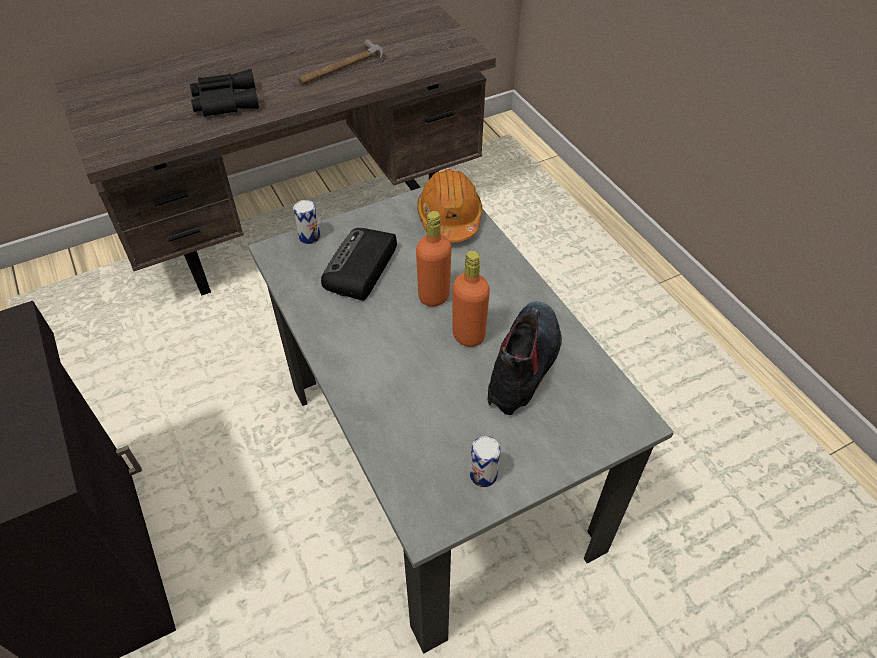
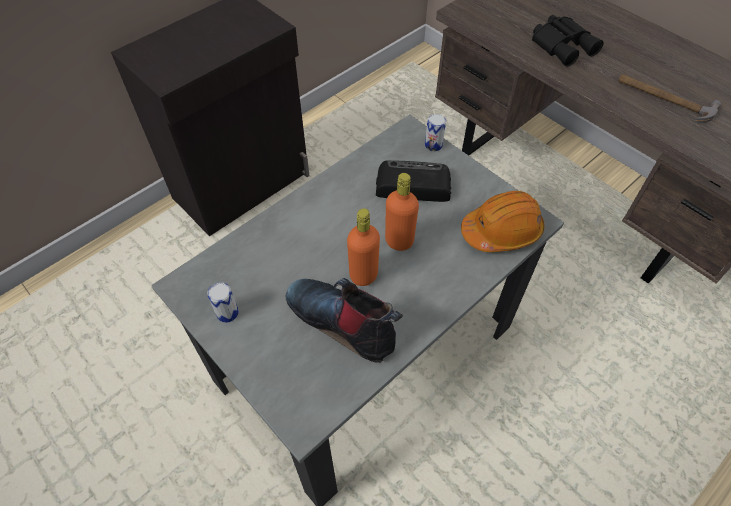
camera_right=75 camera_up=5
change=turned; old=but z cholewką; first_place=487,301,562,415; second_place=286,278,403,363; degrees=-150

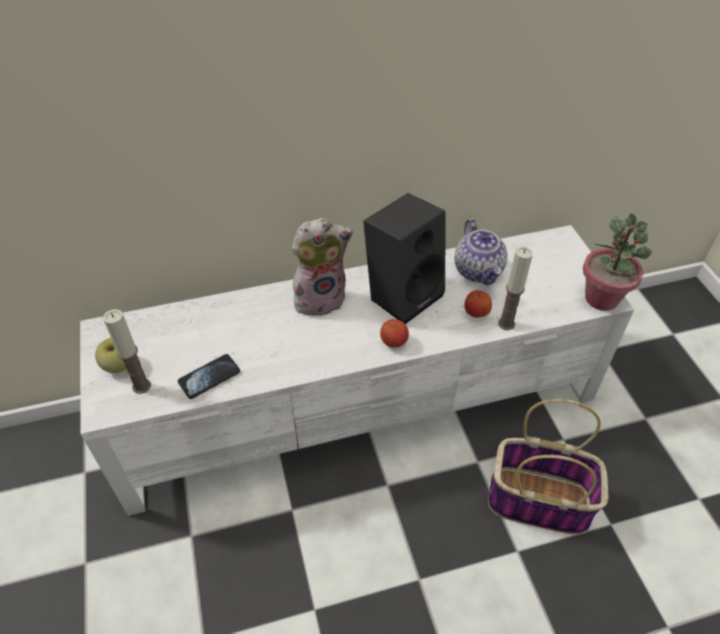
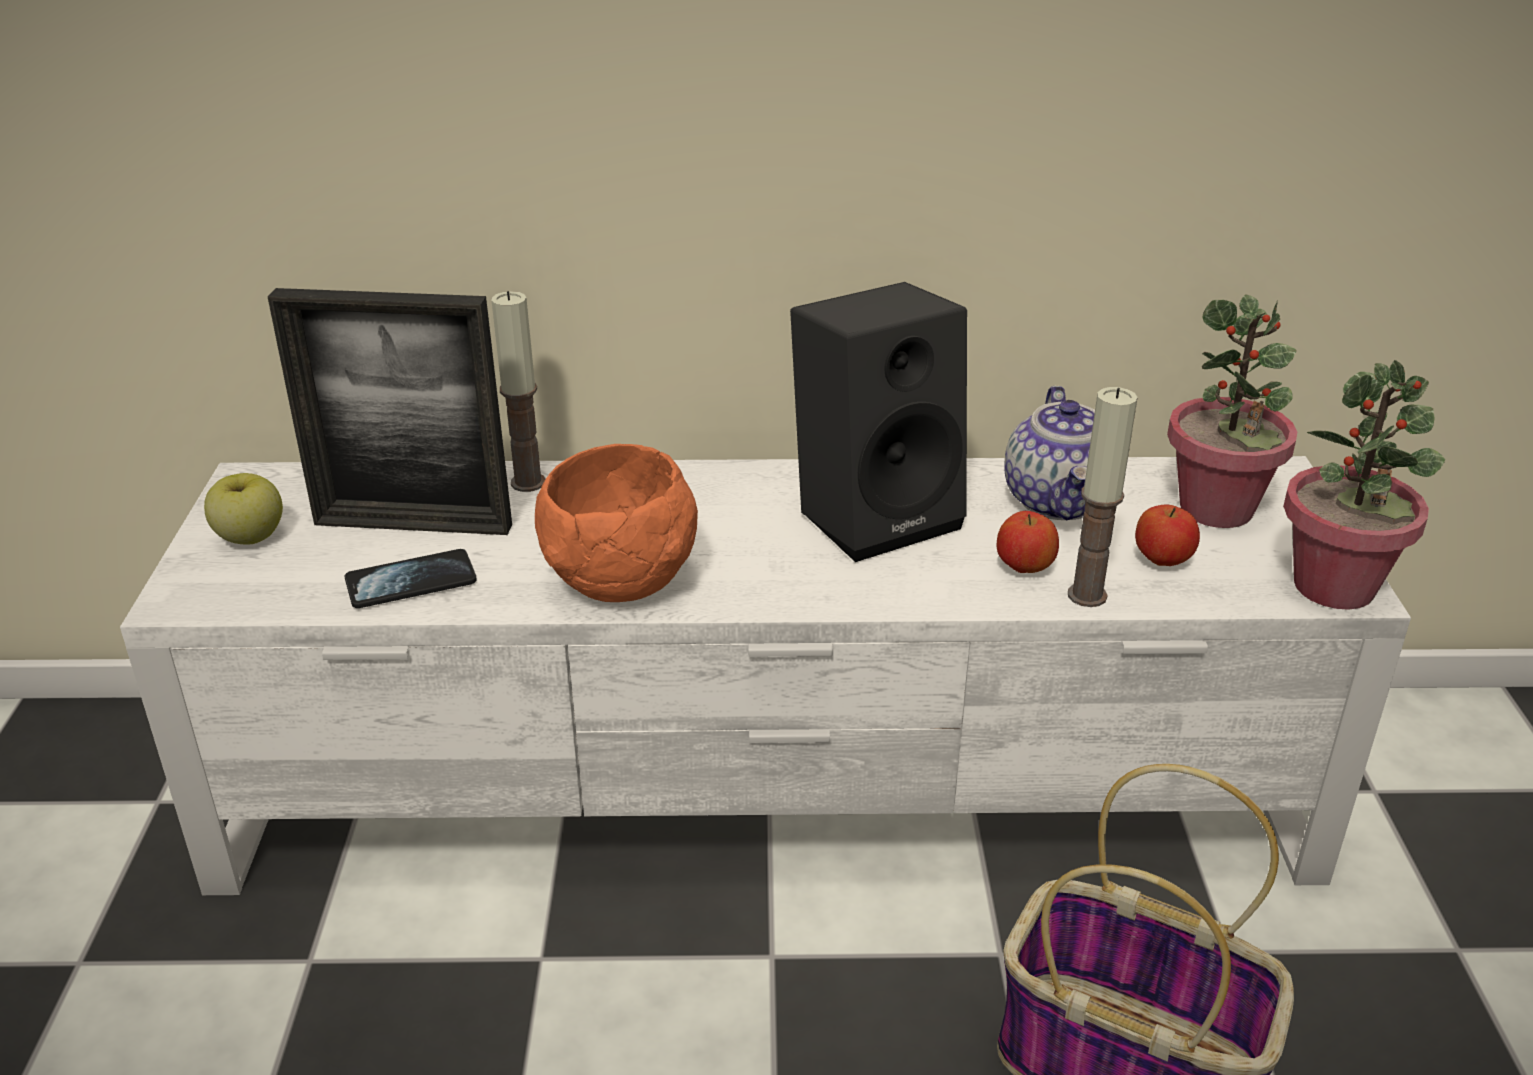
camera_right=15 camera_up=-15
change=moved; old=świeca; first_place=103,309,151,394; second_place=492,291,545,492
change=removed; old=pluszak; first_place=292,218,353,316
change=moved; old=jabłko; first_place=380,319,409,348; second_place=1135,504,1200,566
change=added; new=ramka na zdjęcie; second_place=268,288,512,535
change=added; new=miska [pomarańczowy]; second_place=535,444,698,602
change=added; new=roślina doniczkowa; second_place=1167,295,1297,528

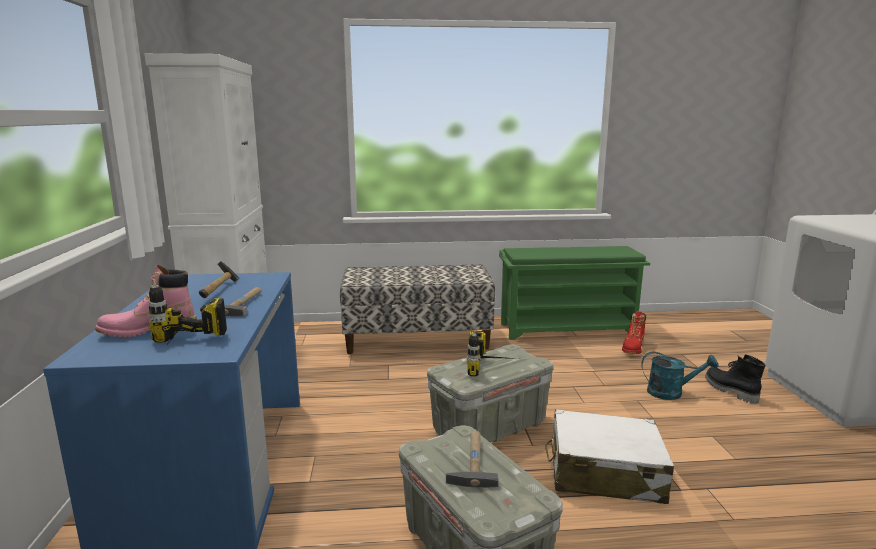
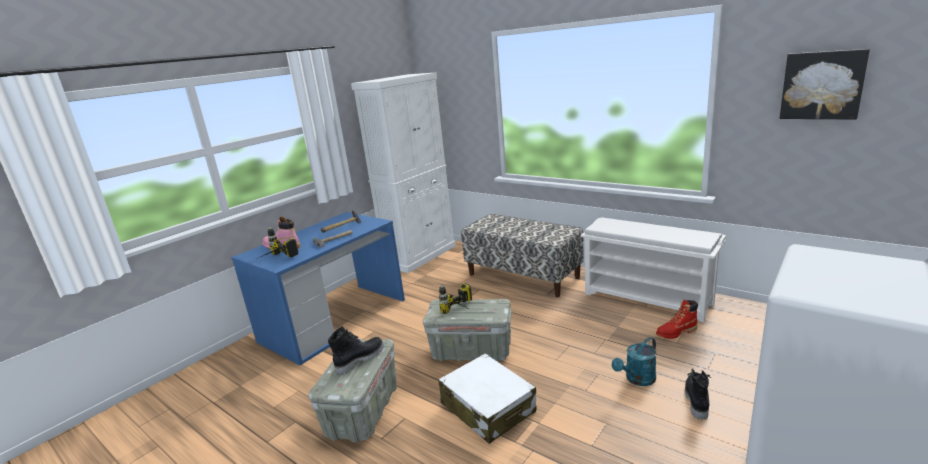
camera_right=45 camera_up=5
change=replaced; old=młotek; new=but z cholewką [czarny]; first_place=446,431,499,488; second_place=328,326,384,375
change=recoloured; old=regał na buty [zielony]; new=regał na buty [biały]; first_place=499,246,650,340; second_place=581,217,726,322
change=turned; old=konewka [turkusowy]; first_place=641,351,719,400; second_place=612,337,656,386; degrees=90
change=added; new=obraz; second_place=780,49,870,120

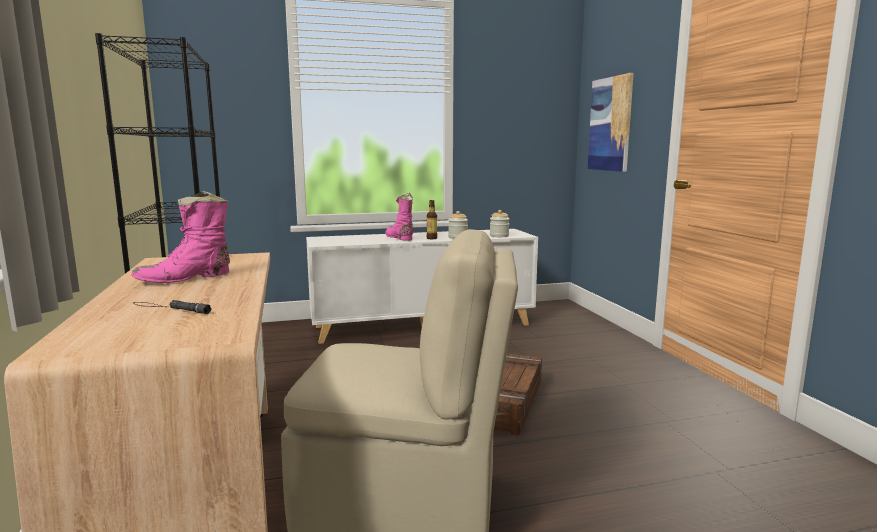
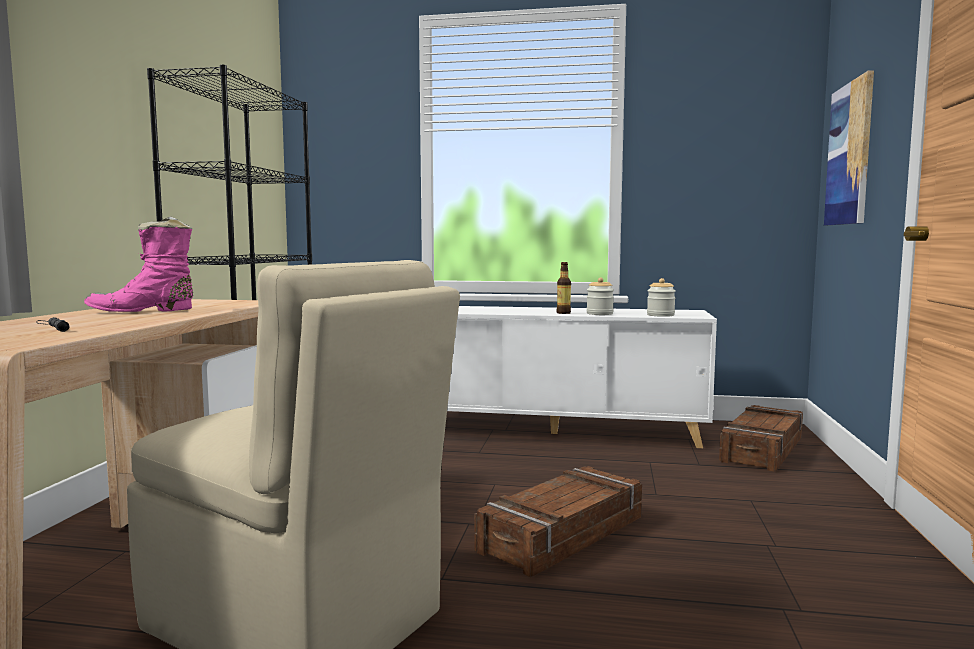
camera_right=25 camera_up=-5
change=removed; old=but z cholewką [różowy]; first_place=385,193,413,241
change=added; new=skrzynka; second_place=719,405,803,471

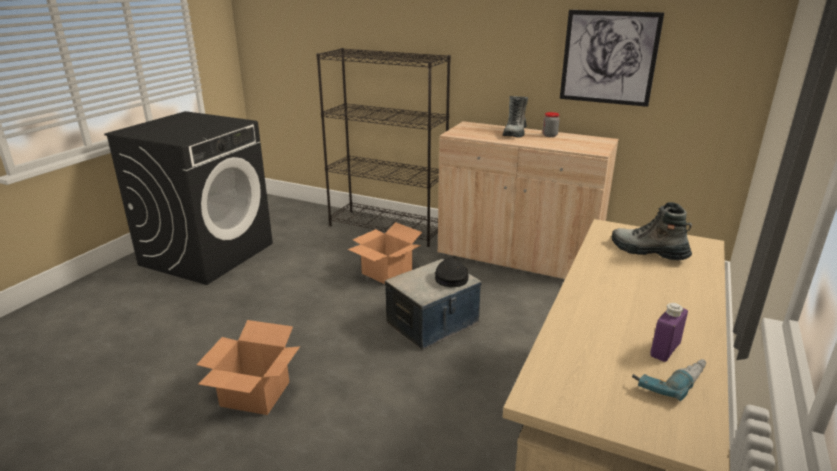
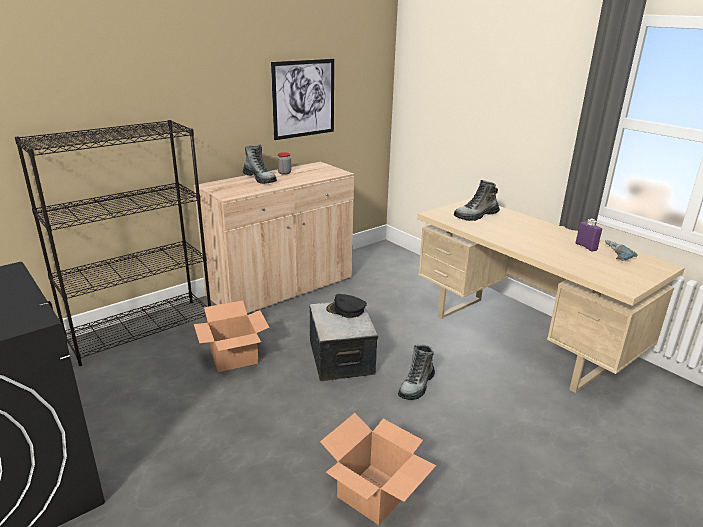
camera_right=-65 camera_up=0
change=added; new=but z cholewką; second_place=398,345,435,400

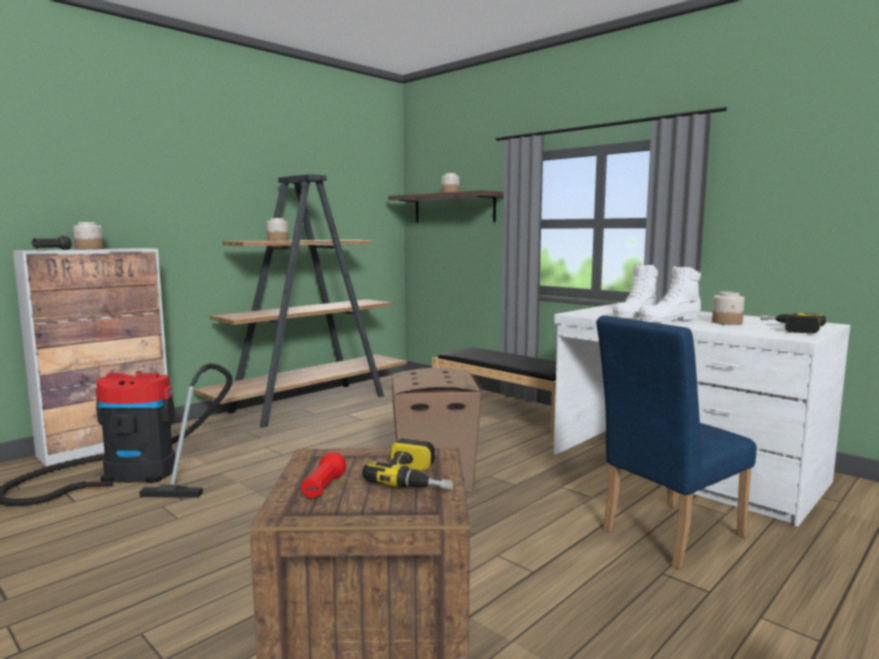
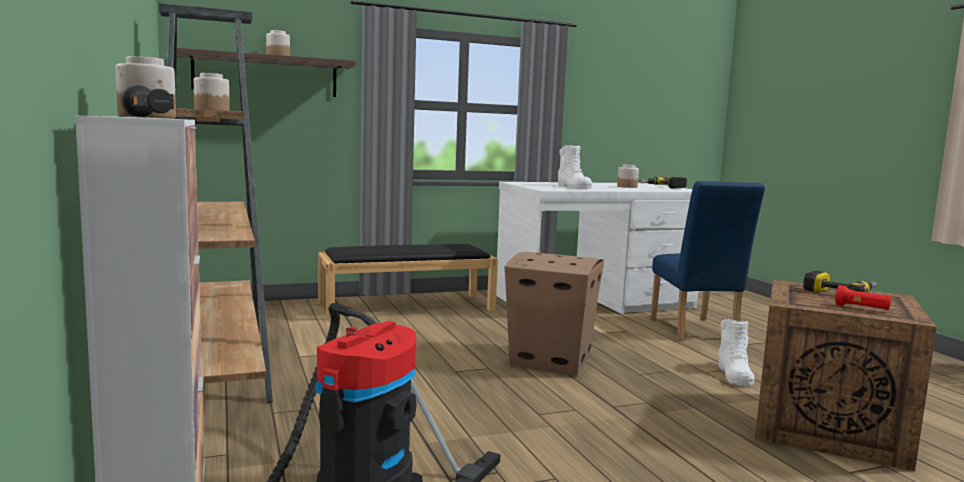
camera_right=-65 camera_up=0
change=moved; old=but z cholewką [biały]; first_place=639,266,701,322; second_place=718,318,755,386

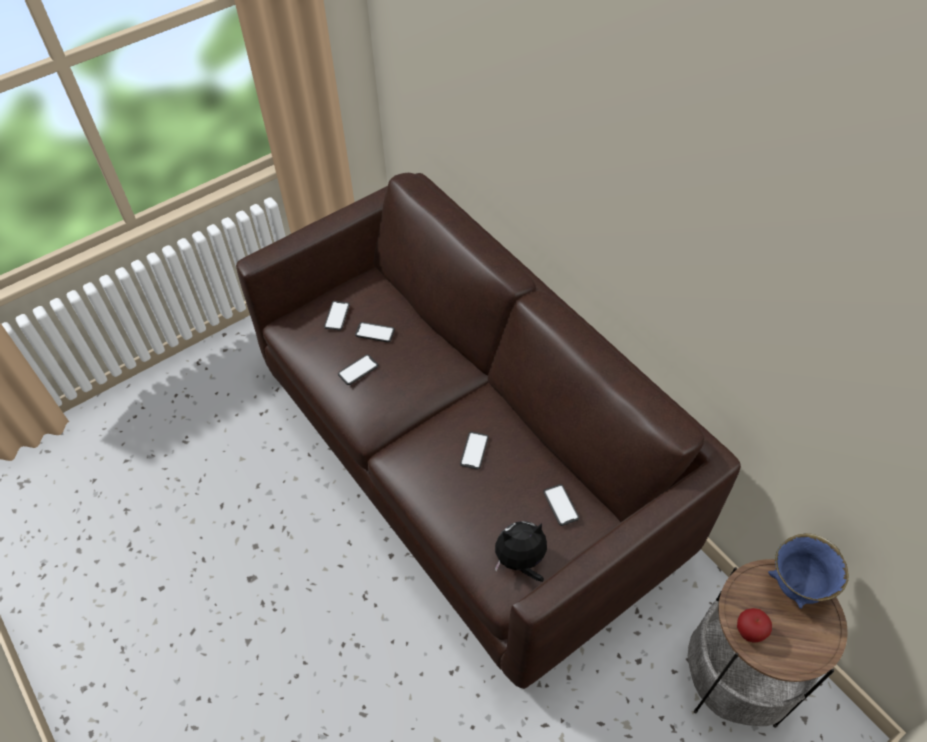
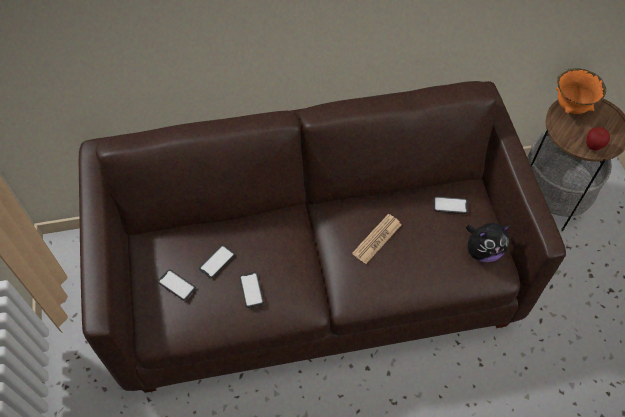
camera_right=-65 camera_up=5
change=replaced; old=telefon; new=gazeta; first_place=460,432,489,470; second_place=352,214,402,264
change=turned; old=pluszak; first_place=495,521,547,582; second_place=466,223,511,262; degrees=-120
change=recoloured; old=miska [niebieski]; new=miska [pomarańczowy]; first_place=768,533,849,609; second_place=556,68,606,114

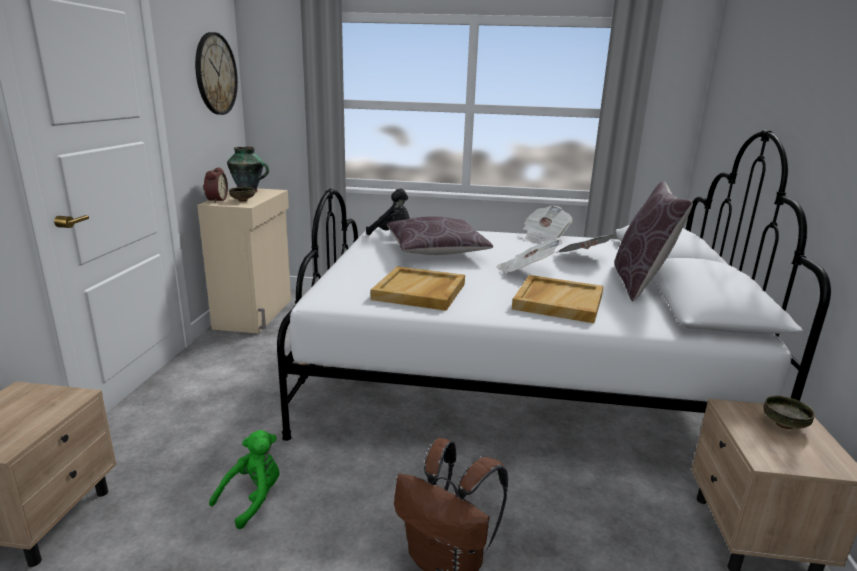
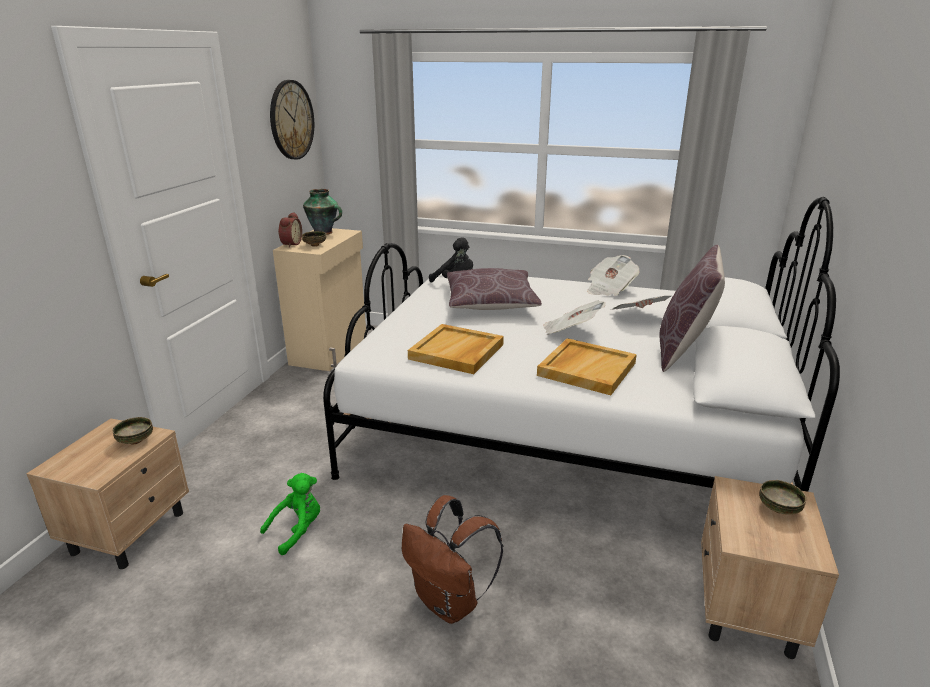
camera_right=10 camera_up=5
change=added; new=miska; second_place=113,417,153,445

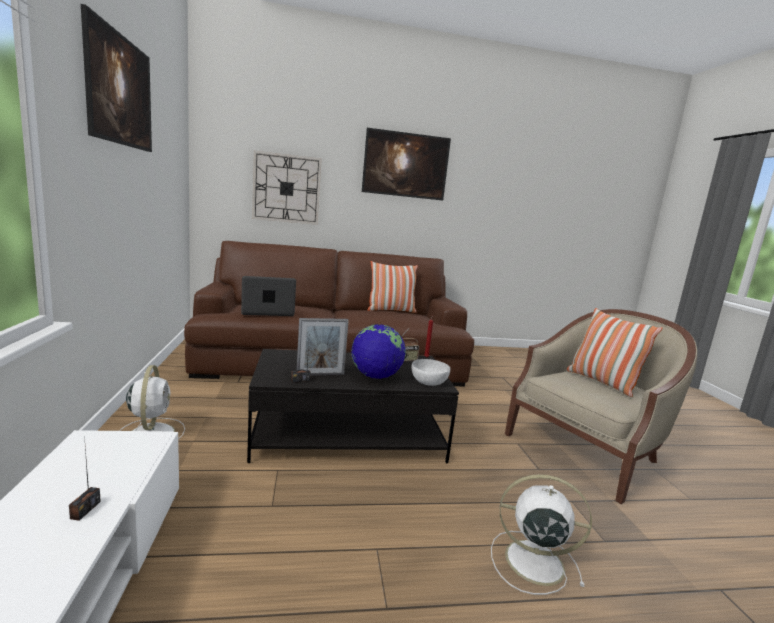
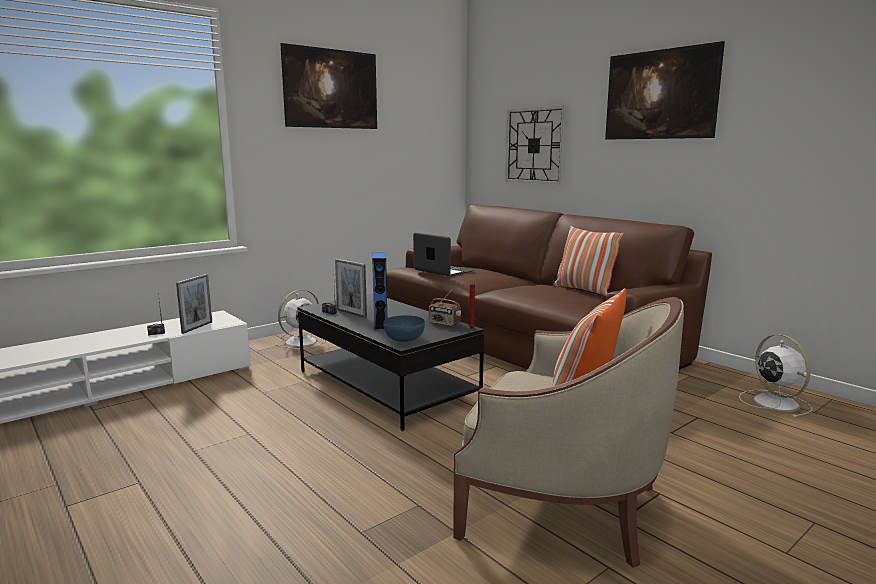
camera_right=60 camera_up=0
change=replaced; old=globus; new=głośnik [niebieski]; first_place=351,324,406,379; second_place=372,252,387,330
change=recoloured; old=miska [biały]; new=miska [niebieski]; first_place=411,359,450,386; second_place=383,315,425,342
change=moved; old=wentylator [biały]; first_place=491,474,592,595; second_place=739,334,812,417
change=added; new=ramka na zdjęcie; second_place=176,274,212,334

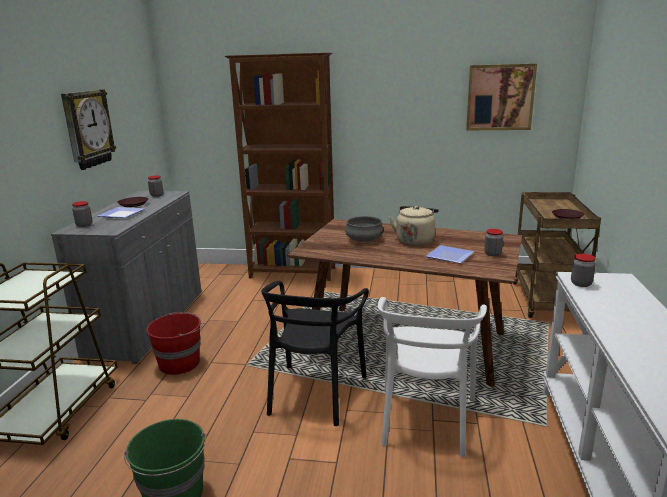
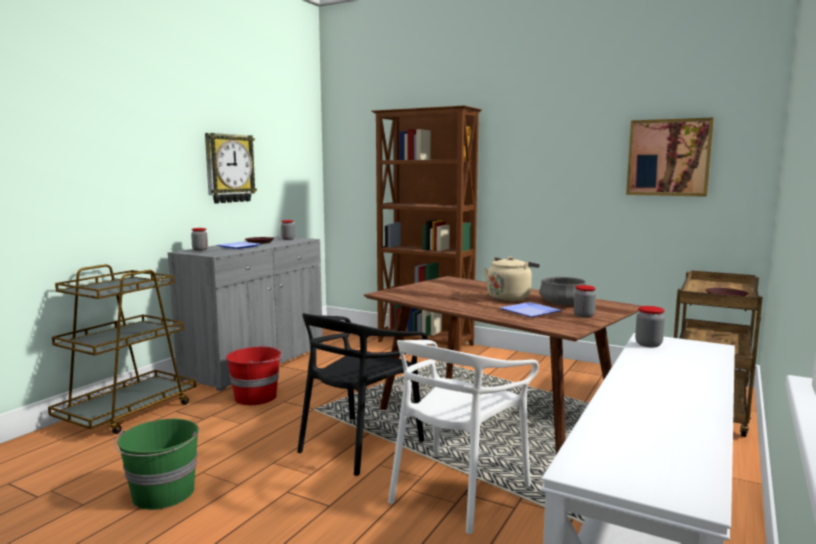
camera_right=20 camera_up=-10
change=moved; old=garnek [szary]; first_place=345,216,384,242; second_place=539,277,586,305

